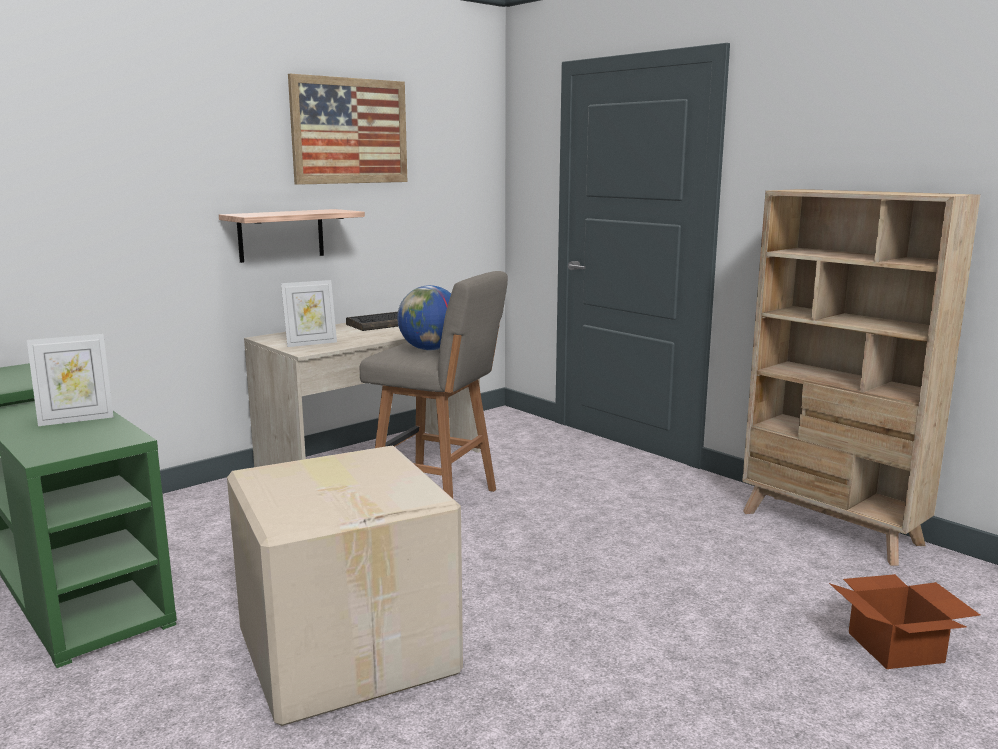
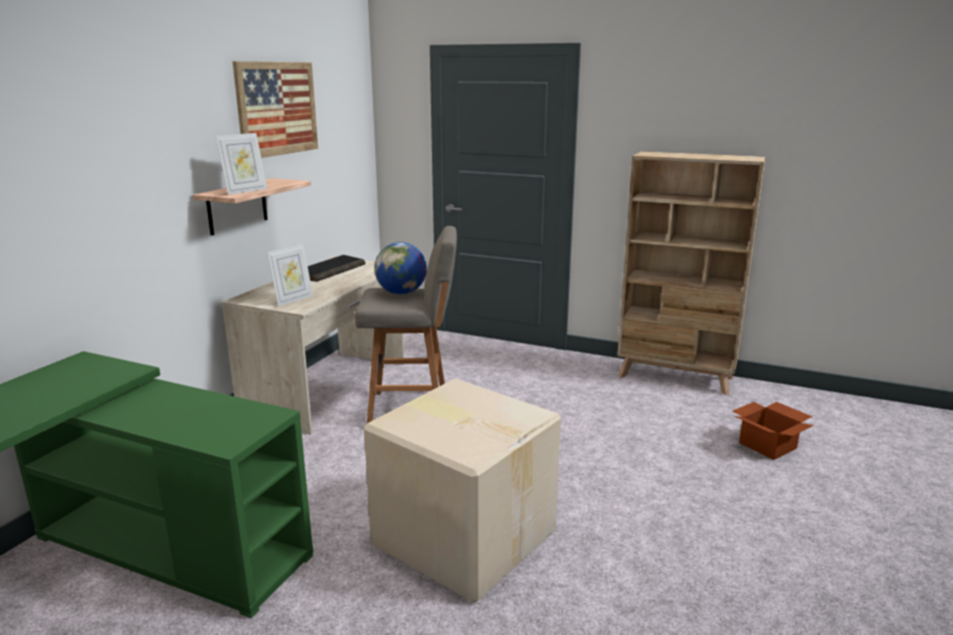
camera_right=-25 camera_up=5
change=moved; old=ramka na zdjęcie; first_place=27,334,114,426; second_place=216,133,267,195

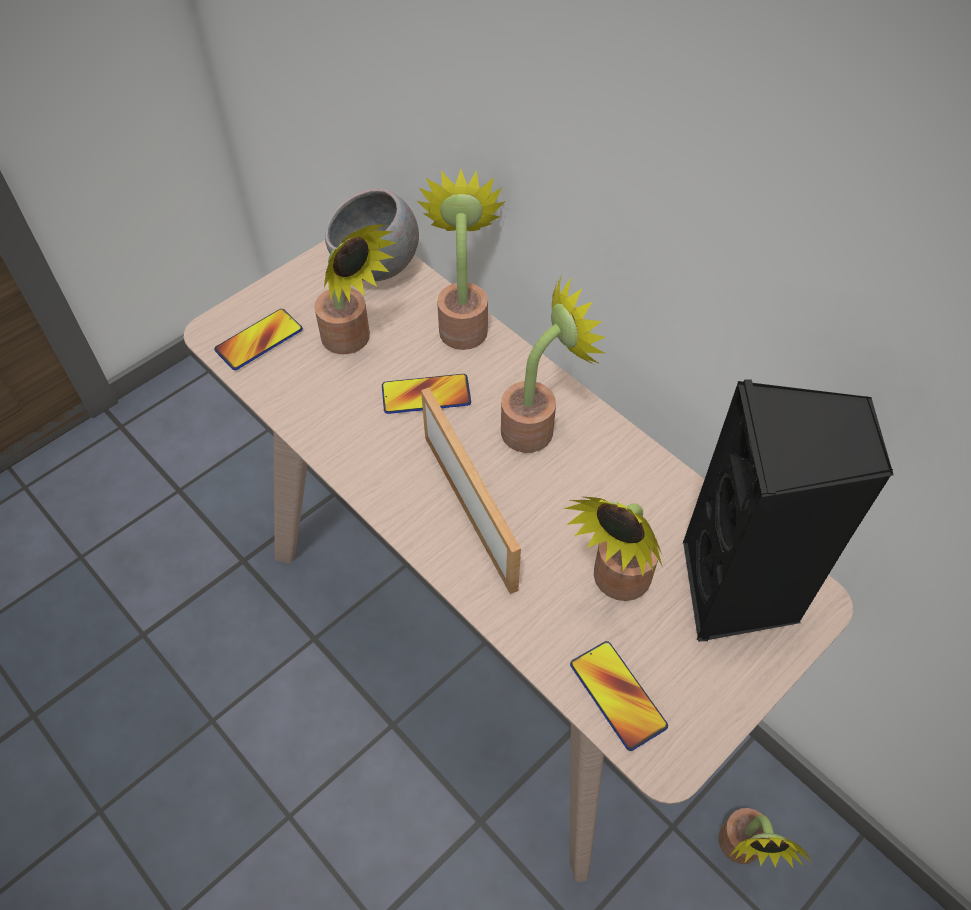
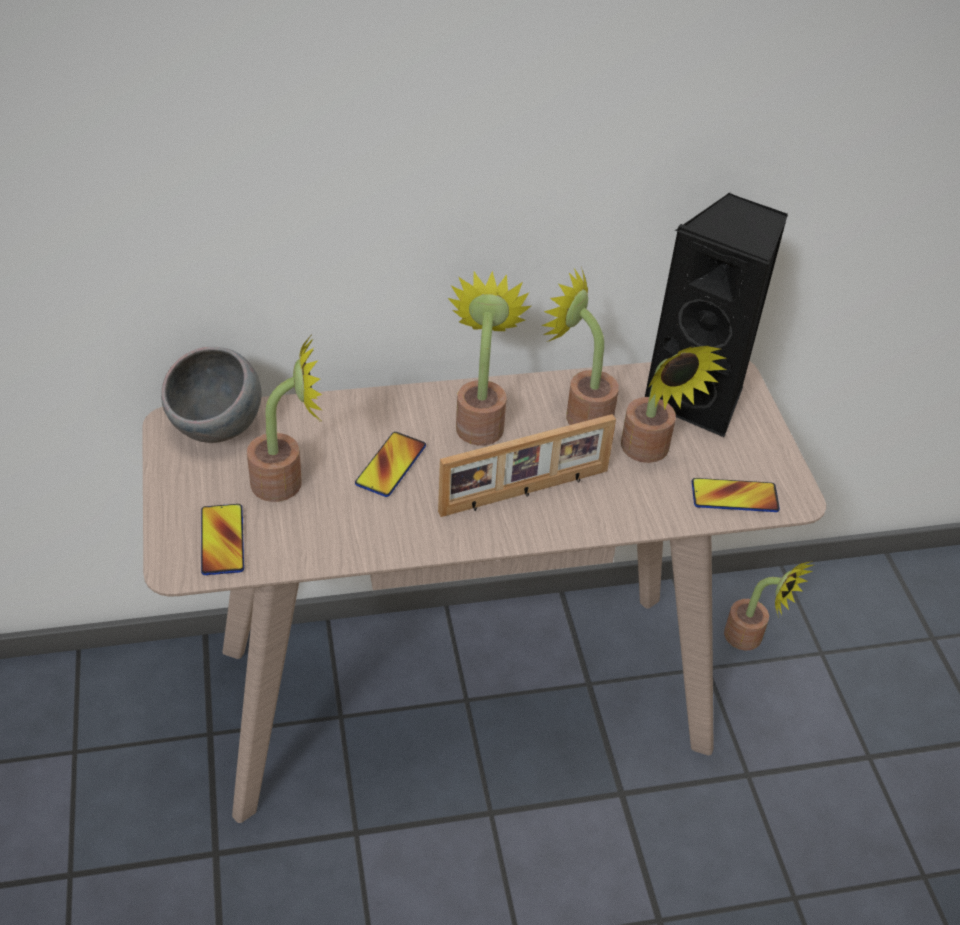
camera_right=-60 camera_up=-10
change=moved; old=roślina doniczkowa; first_place=416,169,506,350; second_place=541,267,619,425
change=turned; old=ramka na zdjęcie; first_place=421,388,521,594; second_place=438,414,616,517; degrees=150

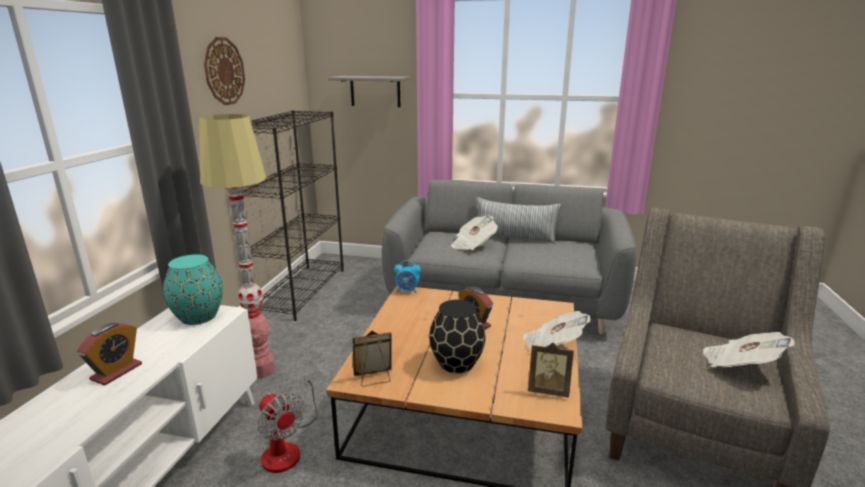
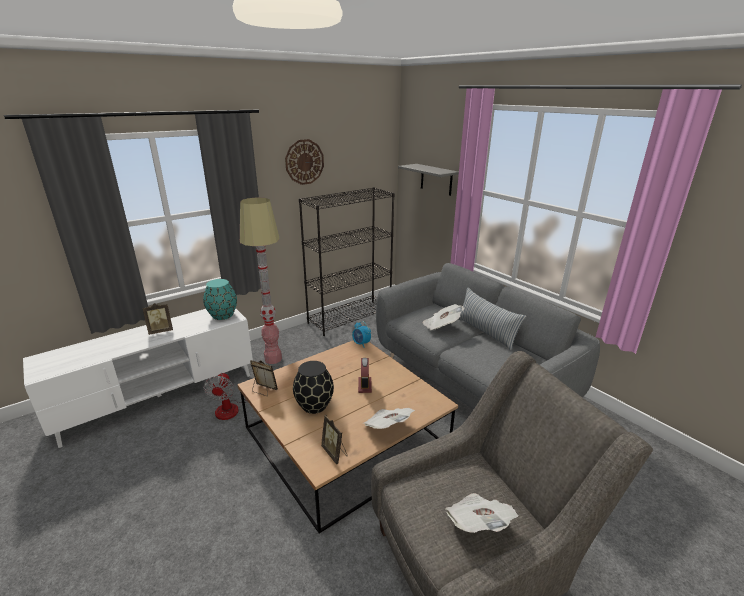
camera_right=40 camera_up=5
change=replaced; old=budzik; new=ramka na zdjęcie; first_place=77,322,142,386; second_place=142,303,173,335

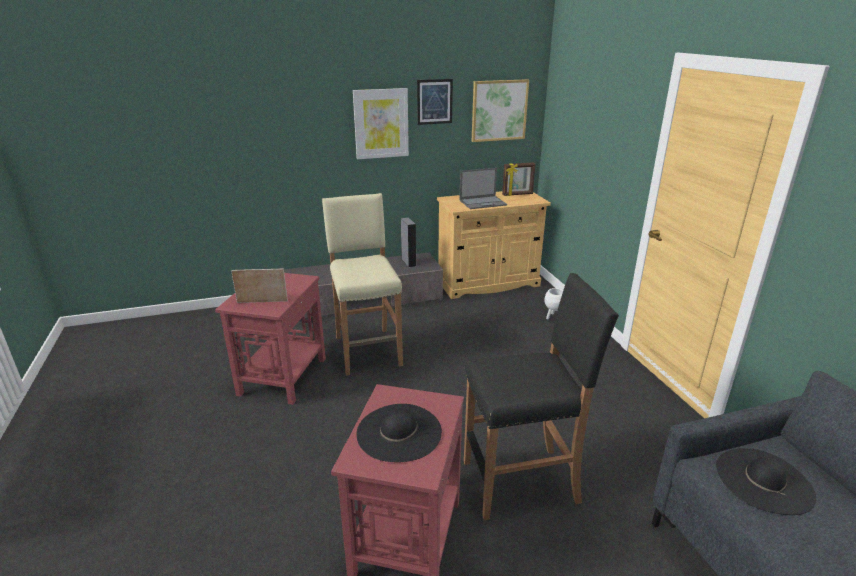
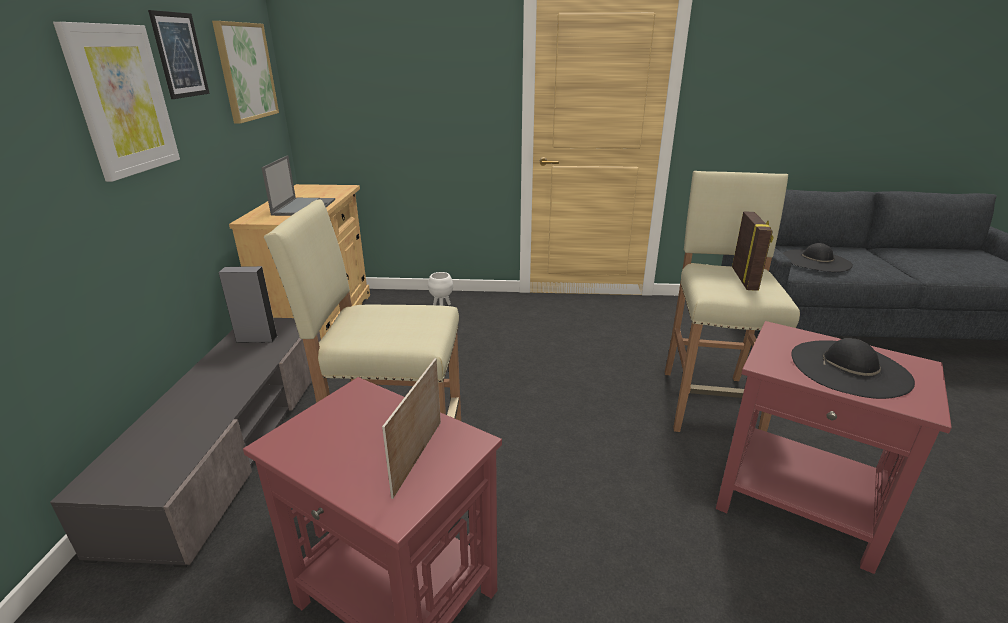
camera_right=-70 camera_up=0
change=recoloured; old=stołek [czarny]; new=stołek [beżowy]; first_place=464,273,619,521; second_place=665,171,800,432
change=moved; old=ramka na zdjęcie; first_place=502,163,535,196; second_place=732,211,773,291

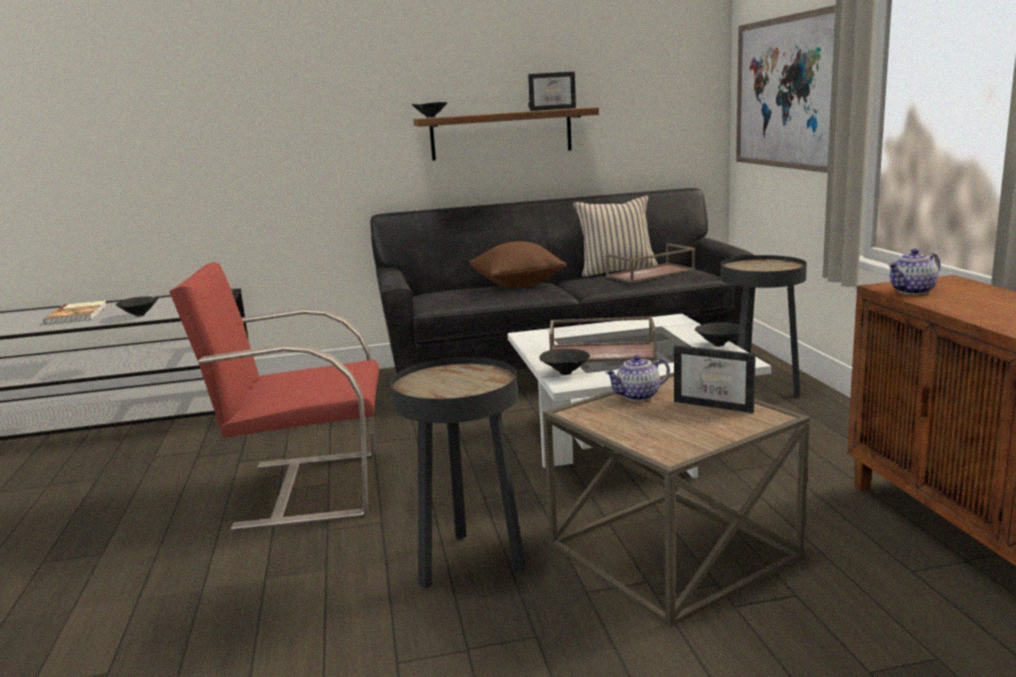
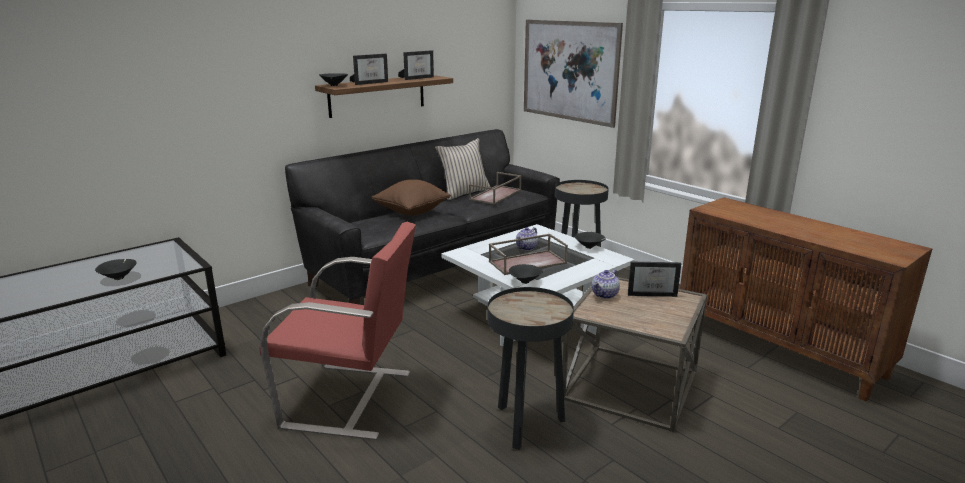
camera_right=-30 camera_up=5
change=removed; old=książka; first_place=44,300,107,325
change=turned; old=fotel [czerwony]; first_place=169,262,379,531; second_place=259,222,416,440; degrees=-135
change=moved; old=imbryk; first_place=888,249,940,295; second_place=516,227,538,251
change=added; new=ramka na zdjęcie; second_place=350,54,388,85

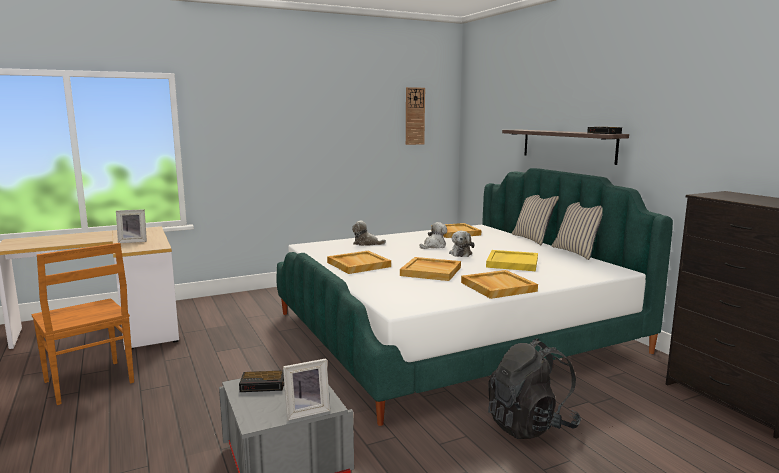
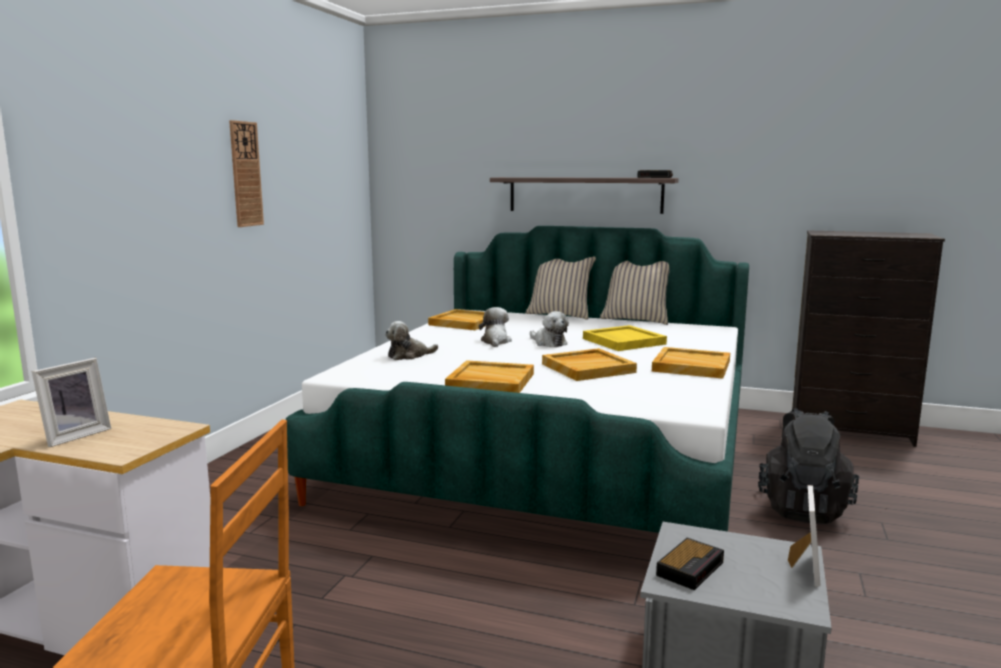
camera_right=-45 camera_up=0
change=moved; old=zegar ścienny; first_place=406,87,425,145; second_place=229,120,264,227

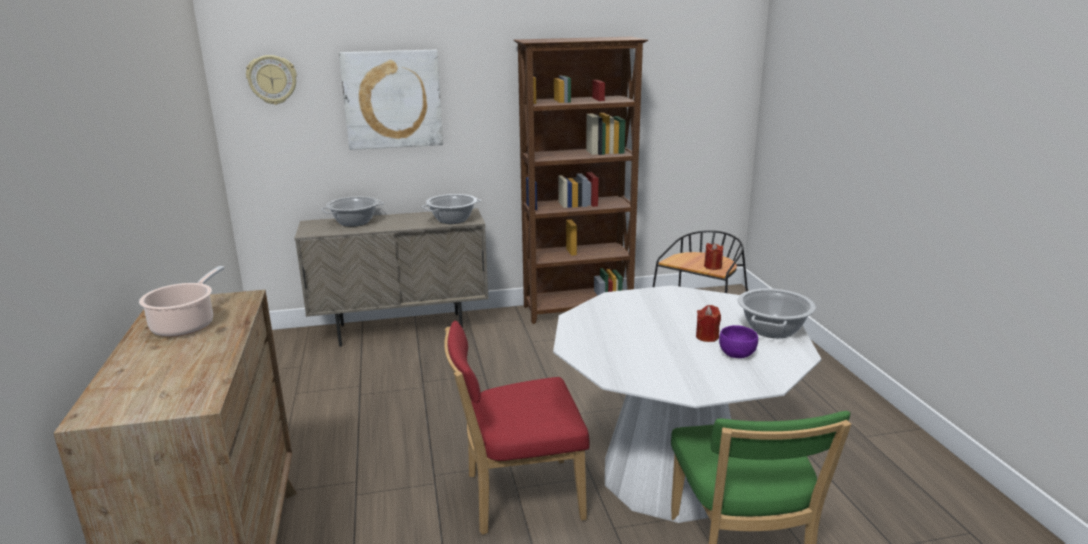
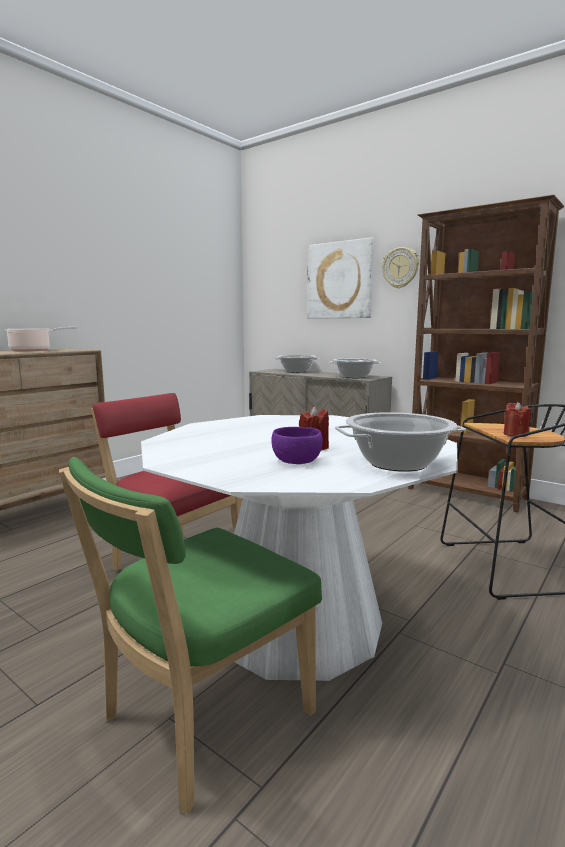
camera_right=50 camera_up=-10
change=moved; old=zegar ścienny; first_place=246,55,297,105; second_place=382,247,419,288

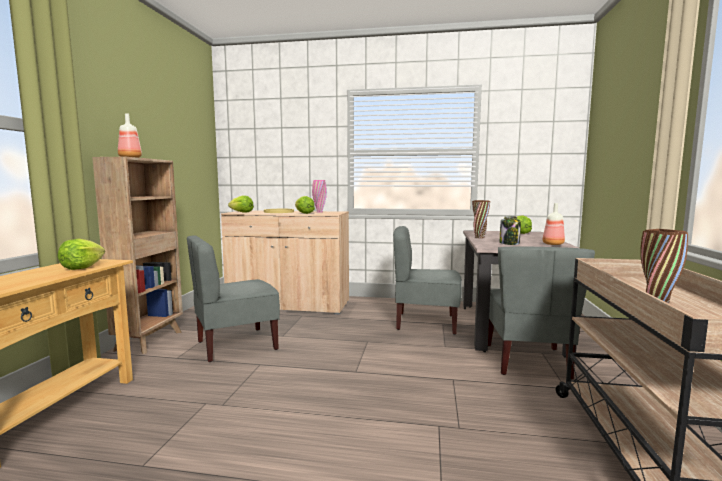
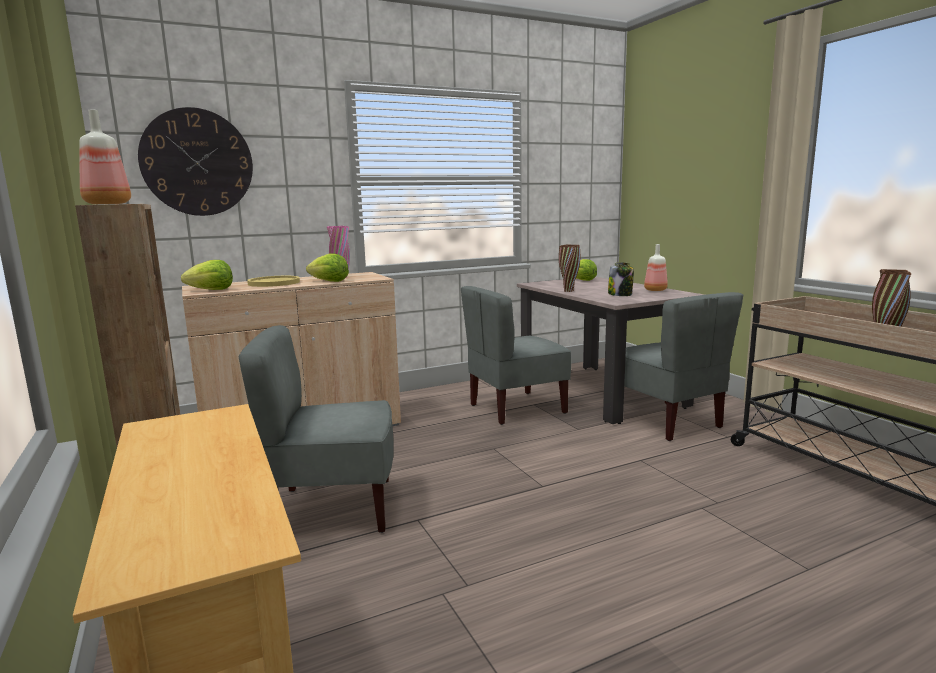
camera_right=-35 camera_up=5
change=removed; old=sałata; first_place=58,239,105,270
change=turned; old=krzesło [szary]; first_place=187,235,280,362; second_place=239,325,394,533; degrees=60
change=added; new=zegar ścienny; second_place=138,107,253,216

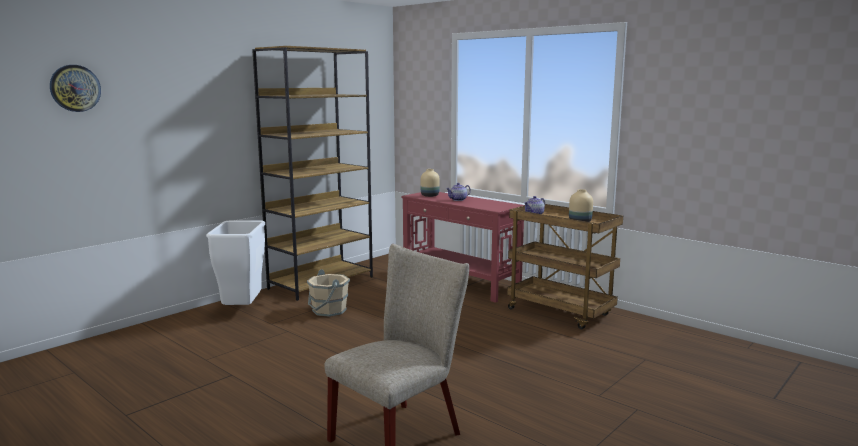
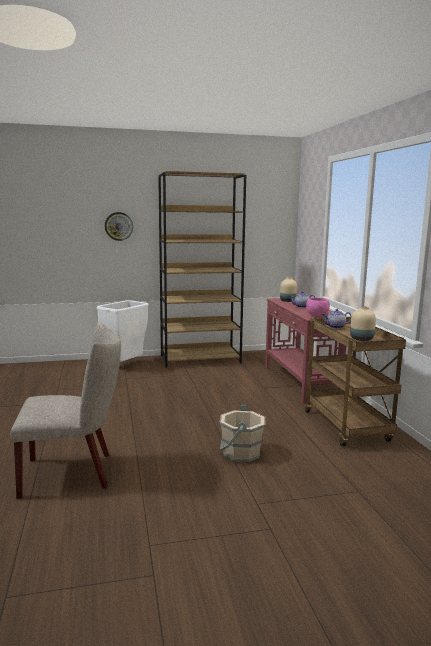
camera_right=35 camera_up=0
change=moved; old=zegar ścienny; first_place=50,65,101,112; second_place=105,212,133,241
change=moved; old=wiadro [beżowy]; first_place=307,269,350,317; second_place=220,404,266,462
change=added; new=miska [różowy]; second_place=306,298,330,316

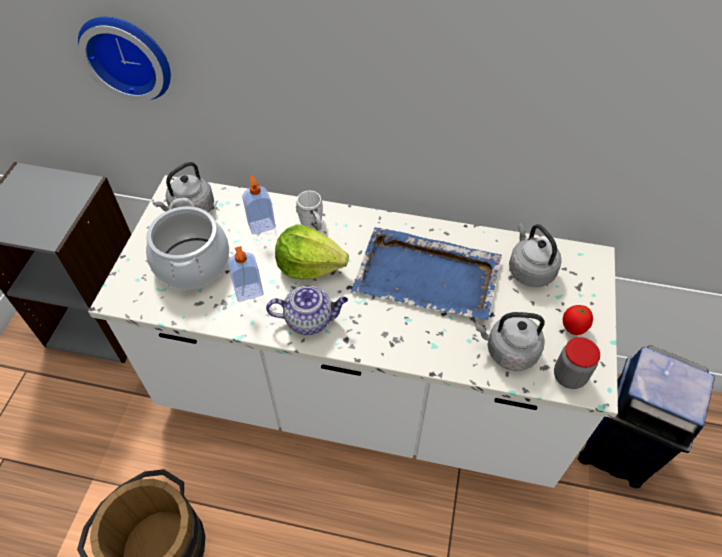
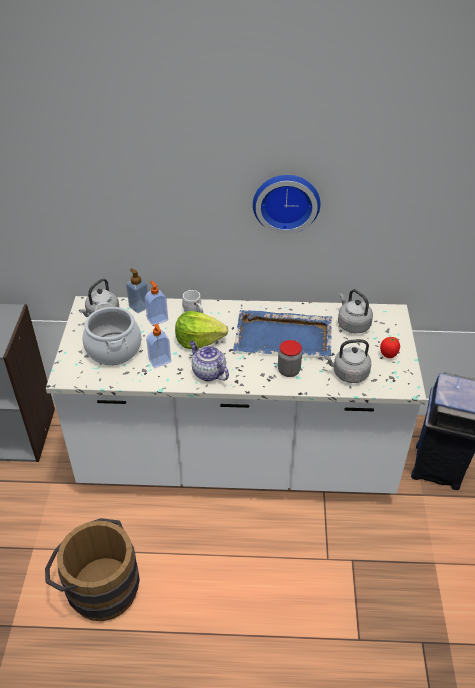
camera_right=-10 camera_up=-10
change=moved; old=zegar ścienny; first_place=78,17,171,102; second_place=253,175,320,234
change=turned; old=imbryk; first_place=266,285,348,335; second_place=189,341,229,381; degrees=-120
change=moved; old=słoik; first_place=554,337,600,389; second_place=278,340,302,377
change=added; new=dozownik mydła; second_place=126,268,148,313

